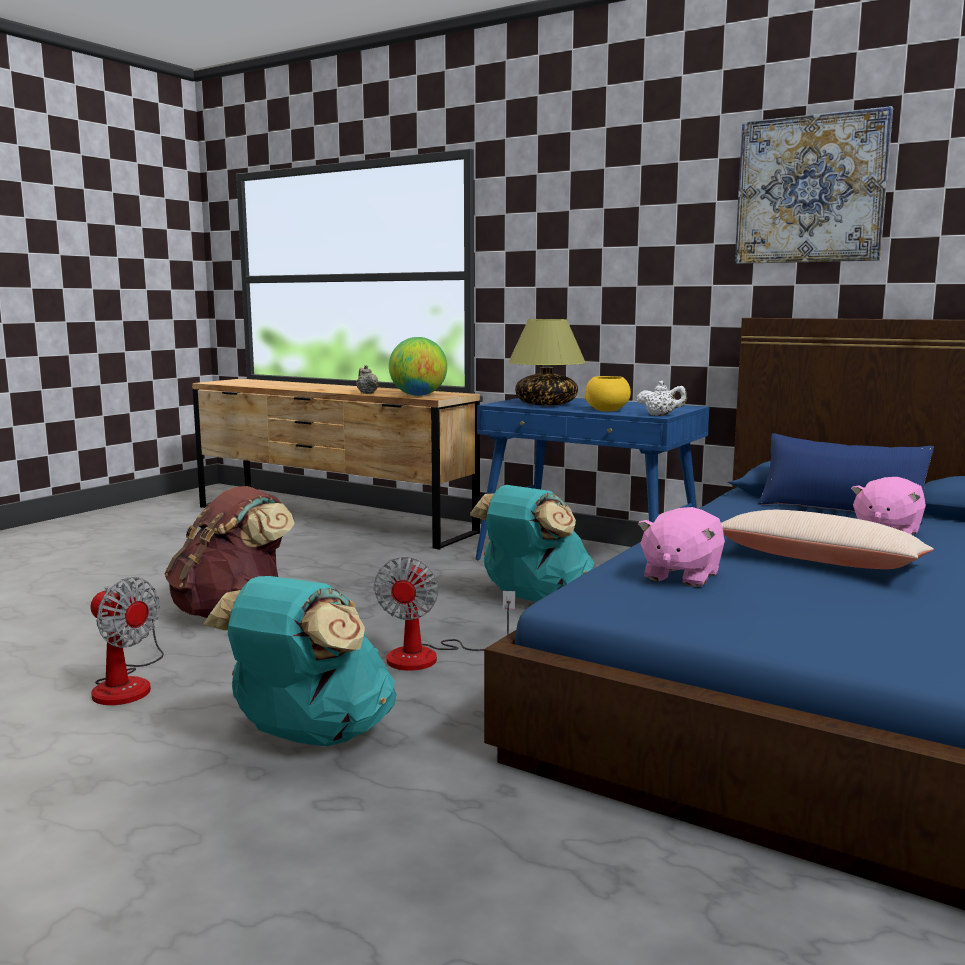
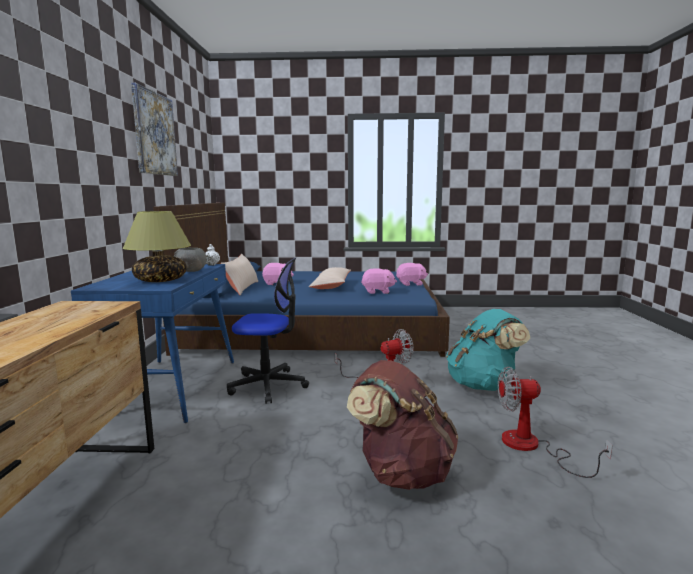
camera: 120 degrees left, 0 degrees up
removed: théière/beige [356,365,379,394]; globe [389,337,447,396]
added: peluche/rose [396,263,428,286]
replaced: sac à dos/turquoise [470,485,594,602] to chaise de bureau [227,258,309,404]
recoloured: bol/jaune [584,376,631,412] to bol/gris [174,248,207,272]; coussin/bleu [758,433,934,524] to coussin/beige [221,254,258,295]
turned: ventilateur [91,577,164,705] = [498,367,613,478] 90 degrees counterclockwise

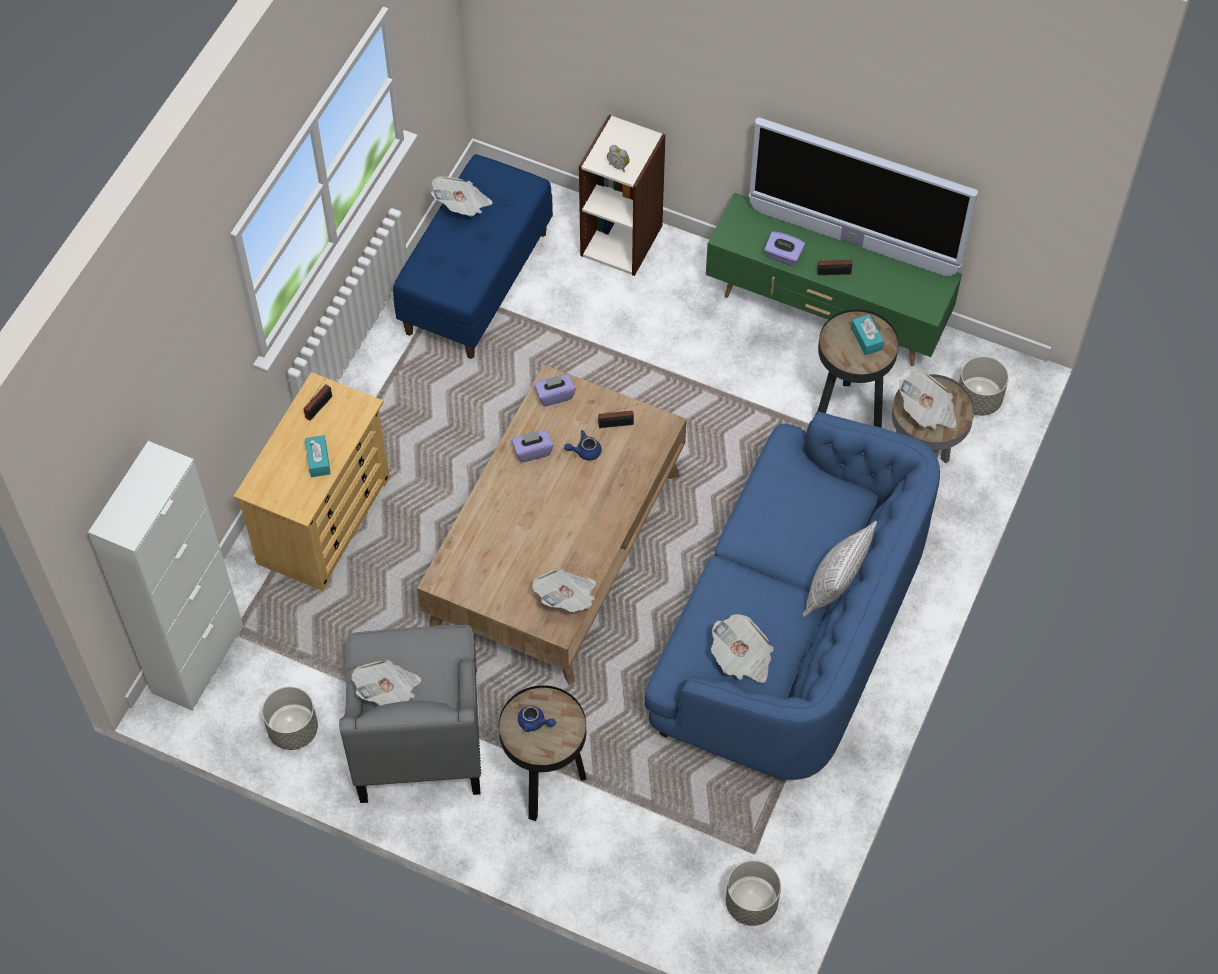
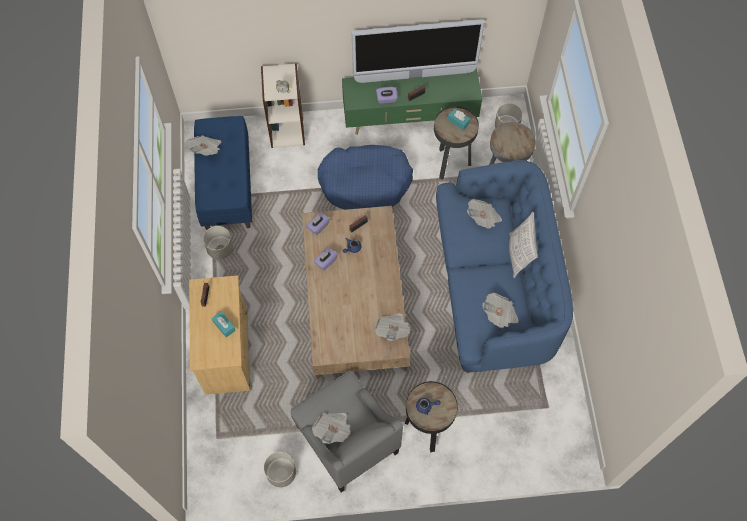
camera: 30 degrees left, 5 degrees up
removed: meuble de rangement/blanc [88,441,243,711]
added: panier pour chien/bleu [318,145,413,210]
moved: cache-pot/gris [726,860,781,926] to [203,226,233,260]; journal [899,371,957,429] to [467,199,502,229]

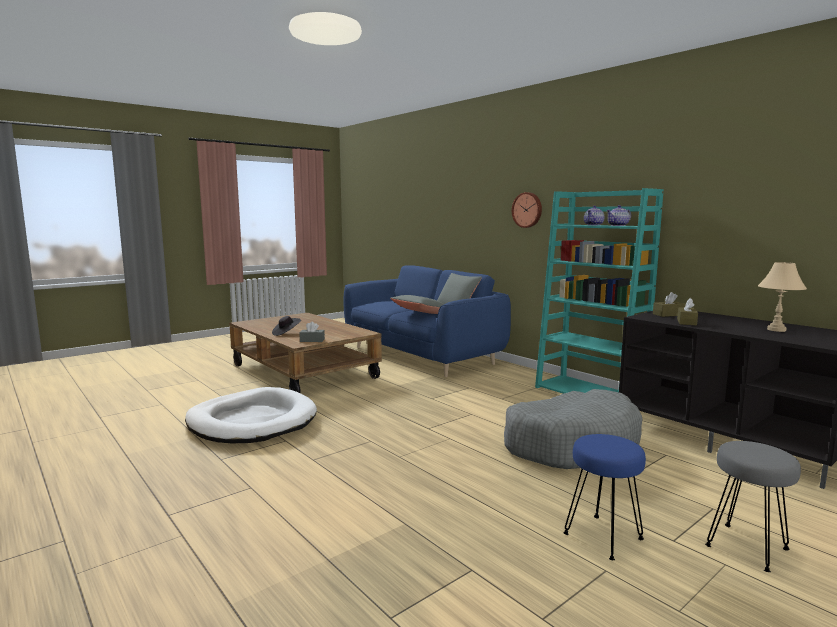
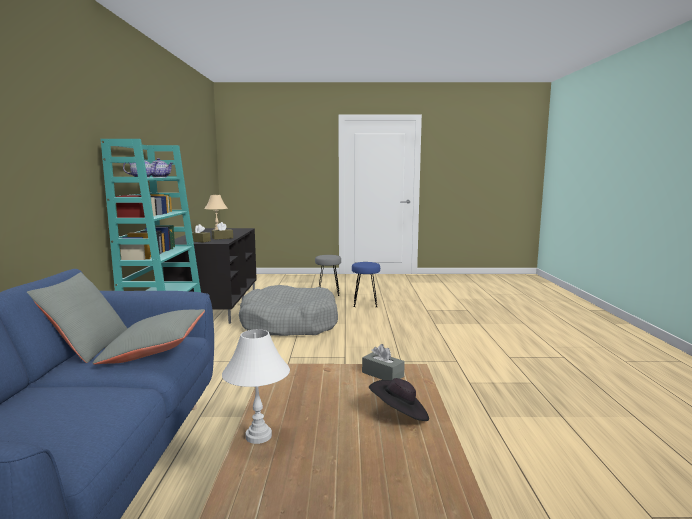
camera: 140 degrees left, 0 degrees up
removed: panier pour chien/blanc [185,387,317,443]; horloge murale [512,192,542,228]
added: lampe de table/blanc [222,329,290,444]

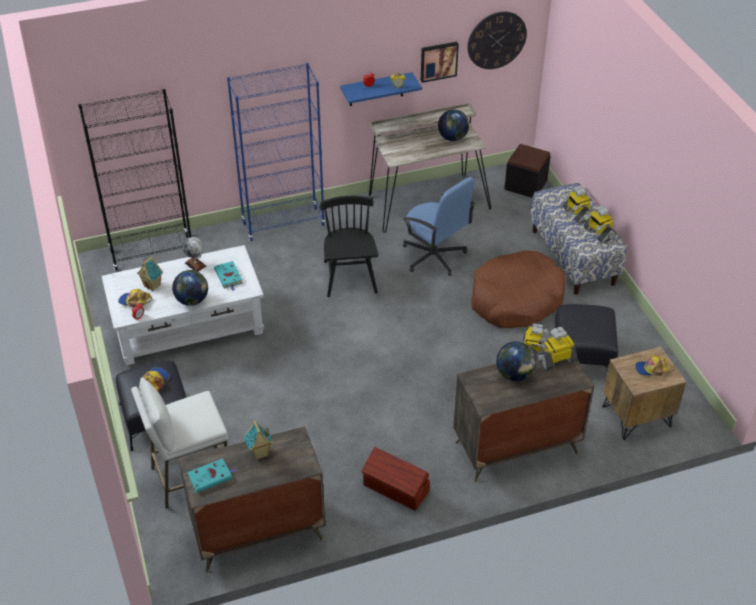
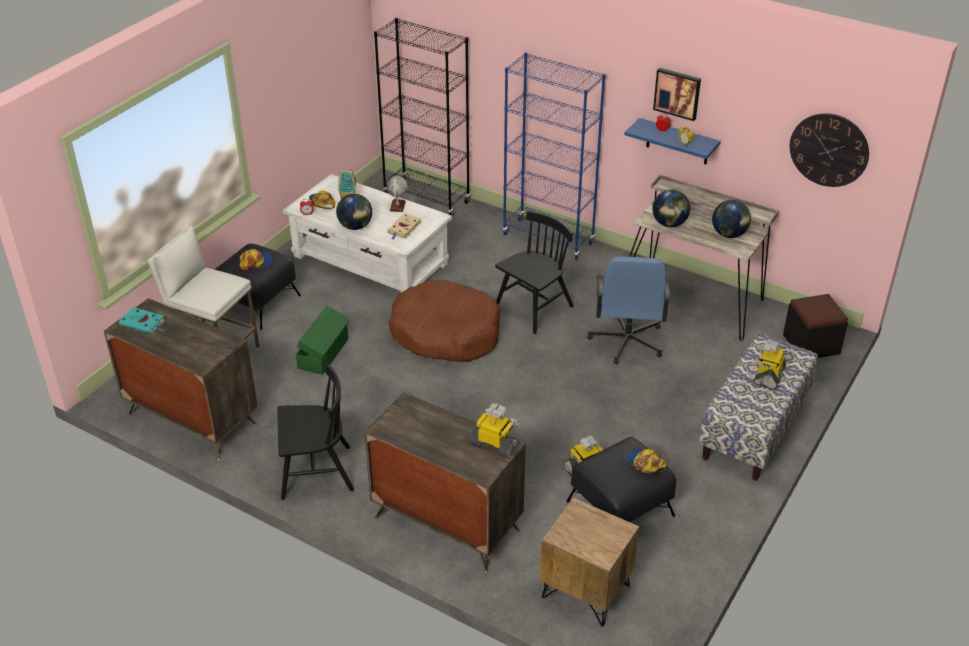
camera: 50 degrees right, 5 degrees down
removed: maison miniature [244,420,273,460]; robot jouet [583,205,616,244]
added: boîte de rangement/vert [296,306,350,375]
moved: panier pour chien/marron [471,250,566,328] to [389,280,500,362]; casquette [635,355,670,376] to [625,449,666,473]; globe [496,342,536,381] to [652,190,690,227]; tableau [421,42,459,83] to [653,68,701,121]
replaced: boîte de rangement/marron [361,447,430,511] to chaise/noir [277,364,354,500]
recoloured: livre/turquoise [214,261,243,291] to livre/beige [387,214,421,240]

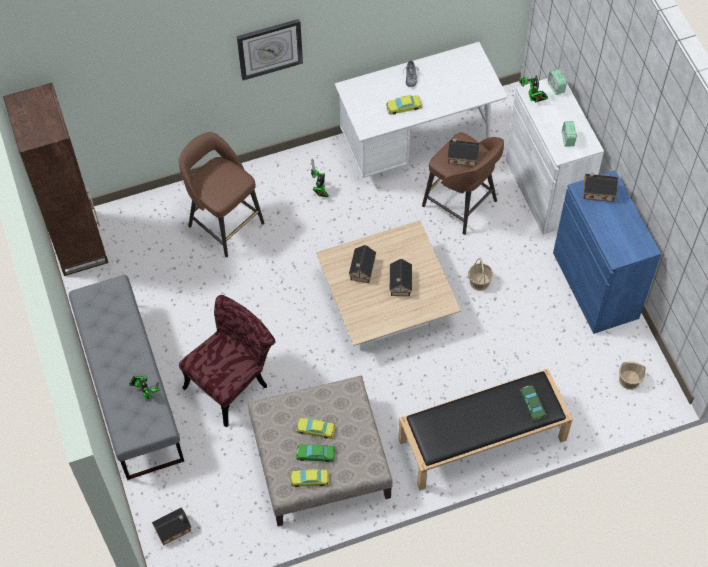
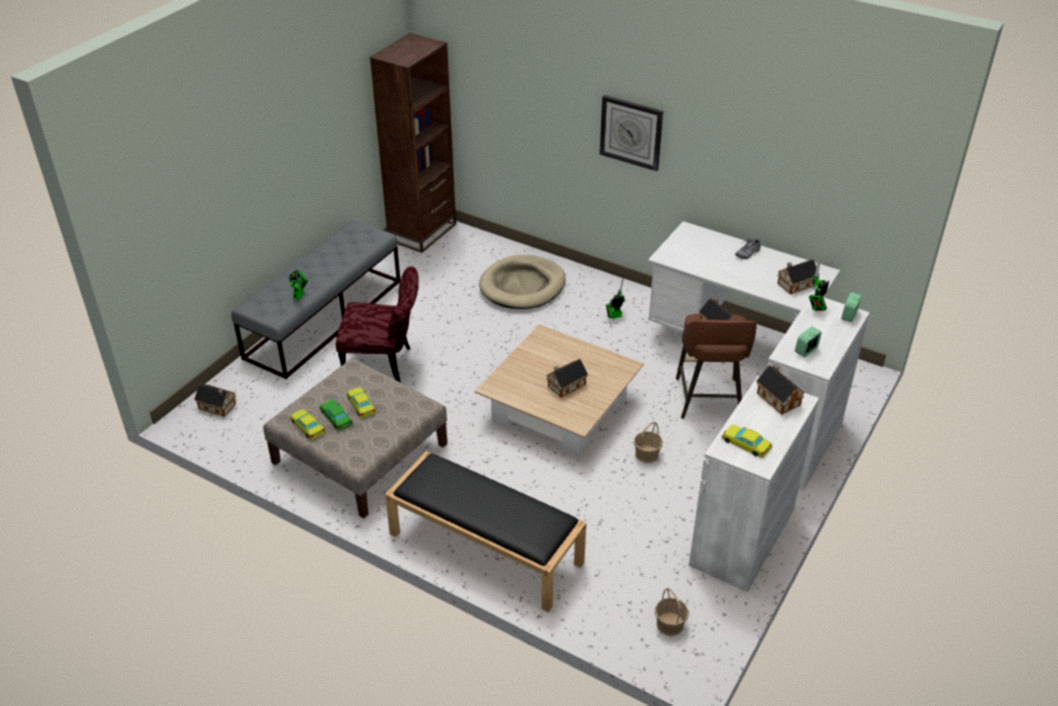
camera: 50 degrees right, 20 degrees down
removed: petite voiture/vert [519,385,547,422]
moved: petite voiture/jaune [386,95,422,115] to [722,425,772,458]; maison miniature [349,245,376,283] to [777,259,819,294]
replaced: tabouret/marron [179,132,264,257] to panier pour chien/beige [479,255,566,309]
recoloured: meuble de rangement/bleu [553,170,661,334] to meuble de rangement/blanc [689,376,819,592]

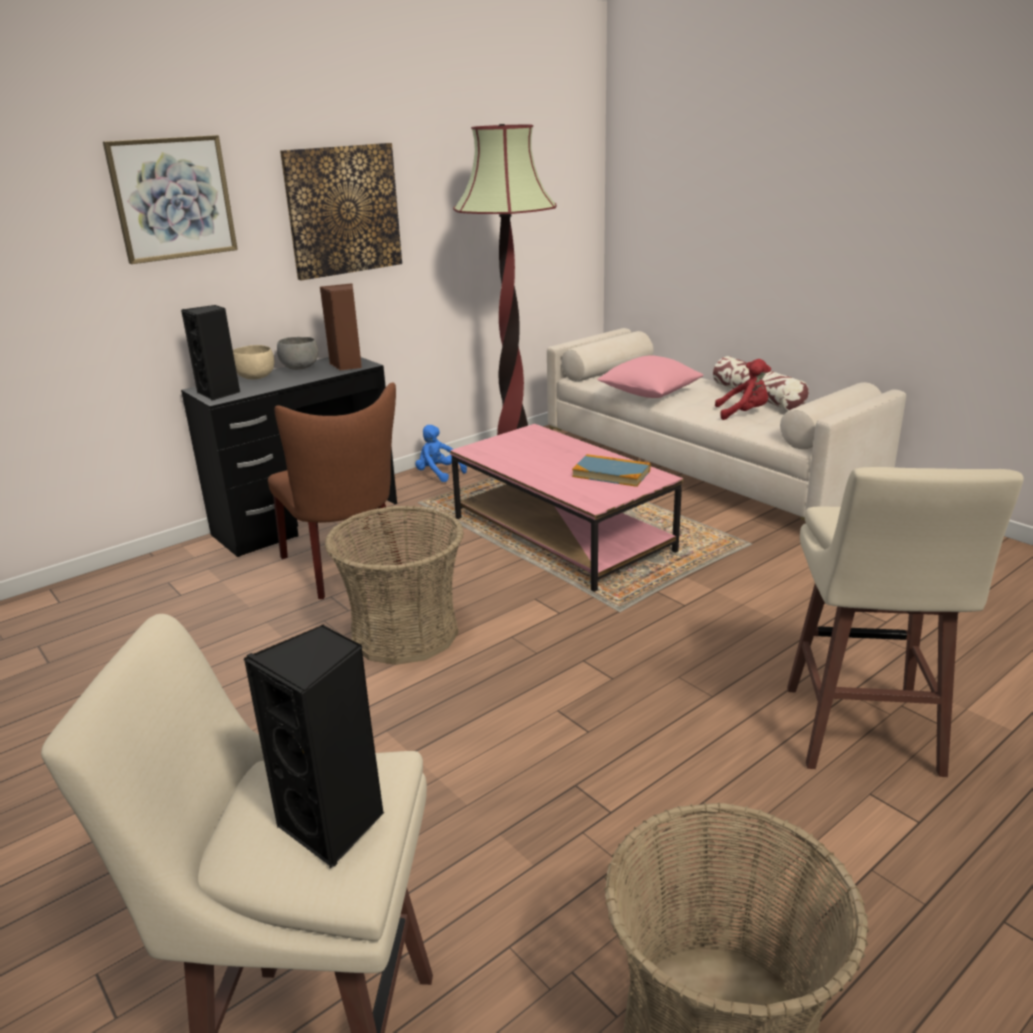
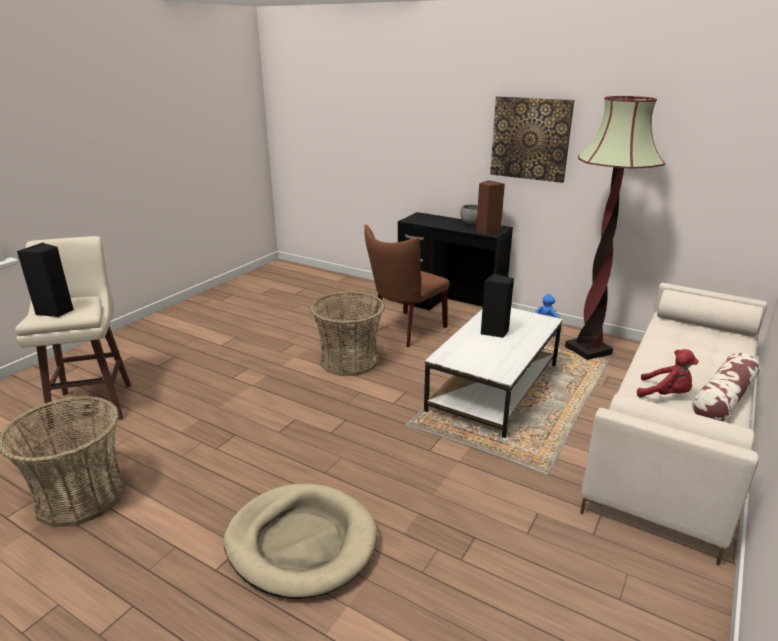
camera: 70 degrees right, 0 degrees up
removed: tableau [103,135,238,264]; bol/beige [233,345,274,379]; livre [572,454,651,487]; coussin/rose [597,355,703,398]
moved: enceinte/noir [181,305,240,401] to [481,273,514,338]
replaced: tabouret/beige [787,467,1024,777] to panier pour chien/beige [224,484,377,599]
recoloured: table basse/rose [450,424,683,592] to table basse/blanc [424,308,563,438]
turned: peluche/rouge [715,359,771,420] = [637,349,699,397] 45 degrees counterclockwise

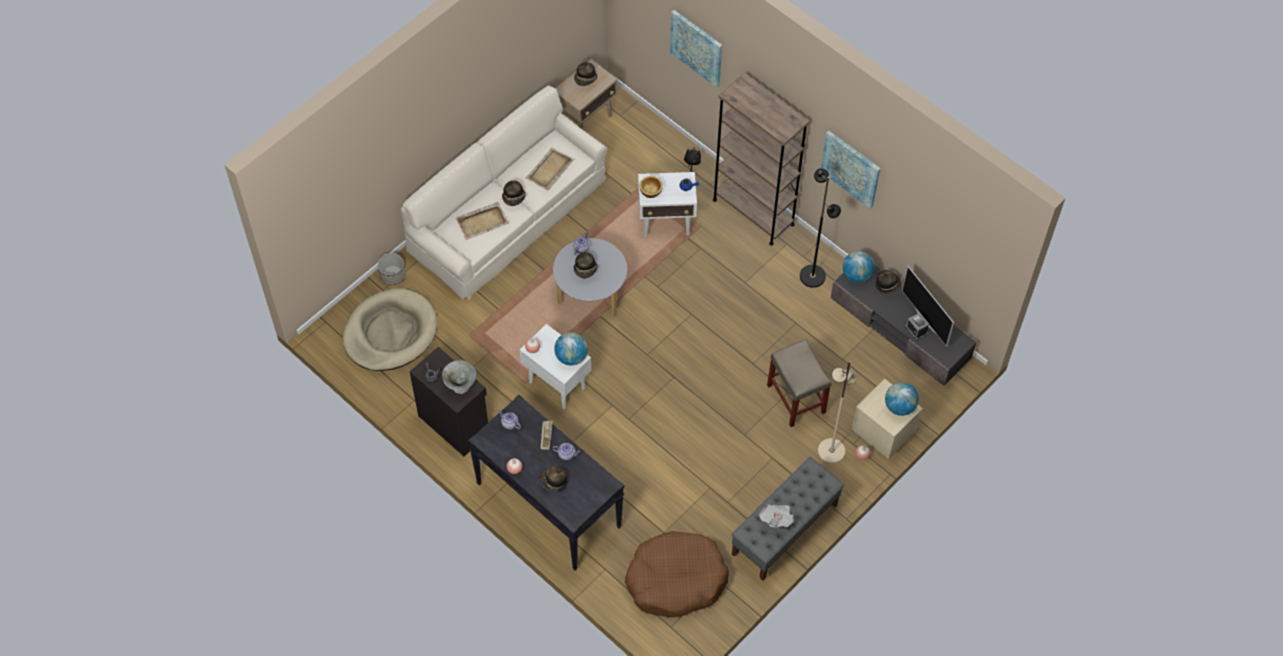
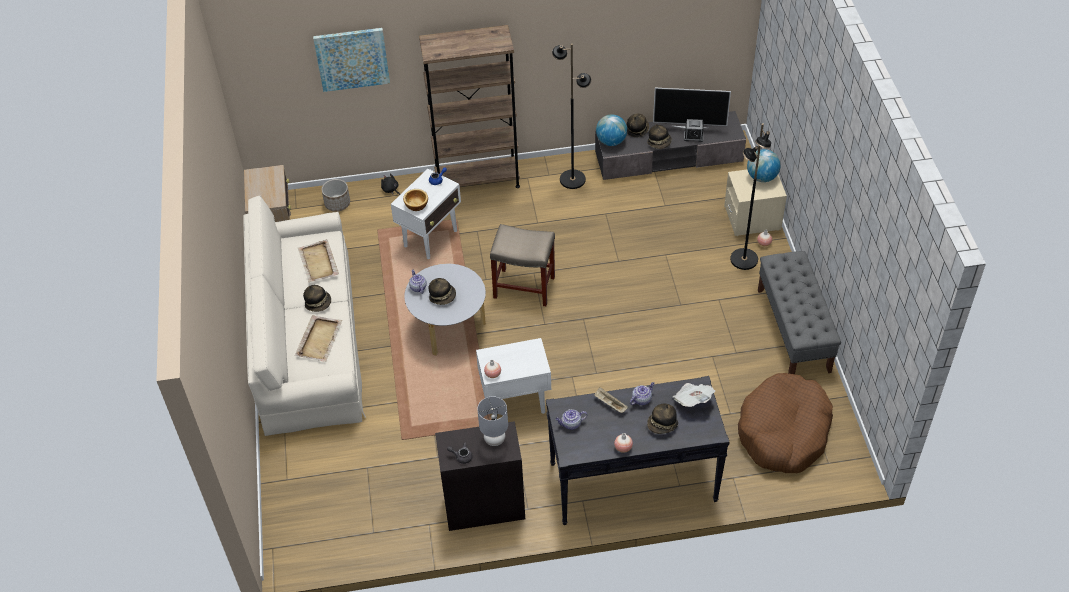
camera: 50 degrees left, 10 degrees down
removed: panier pour chien/beige [342,288,437,371]; globe [554,332,588,365]; tableau [821,131,880,209]
moved: cache-pot [378,253,406,285] to [321,179,350,212]; tabouret/beige [767,340,832,427] to [490,224,555,306]; chapeau [574,62,597,86] to [647,124,672,149]; journal [759,504,794,527] to [673,383,715,407]
replaced: bol/gris [442,360,476,394] to lampe de table/gris [477,396,508,446]
recoloured: lampadaire/beige [818,361,856,464] to lampadaire/noir [730,123,771,270]

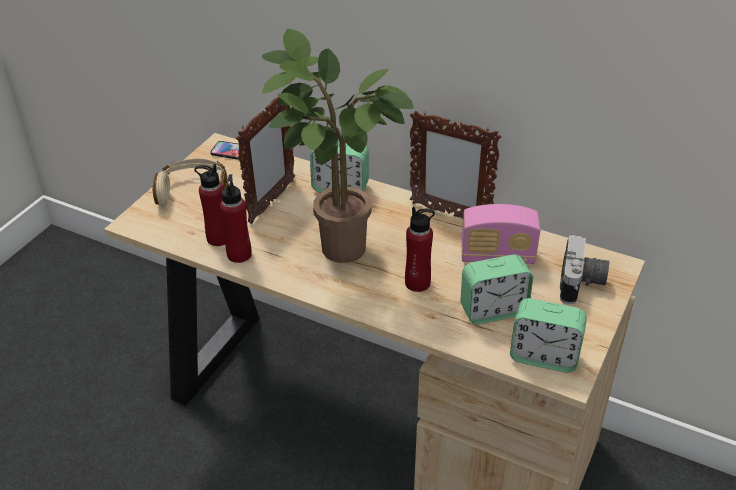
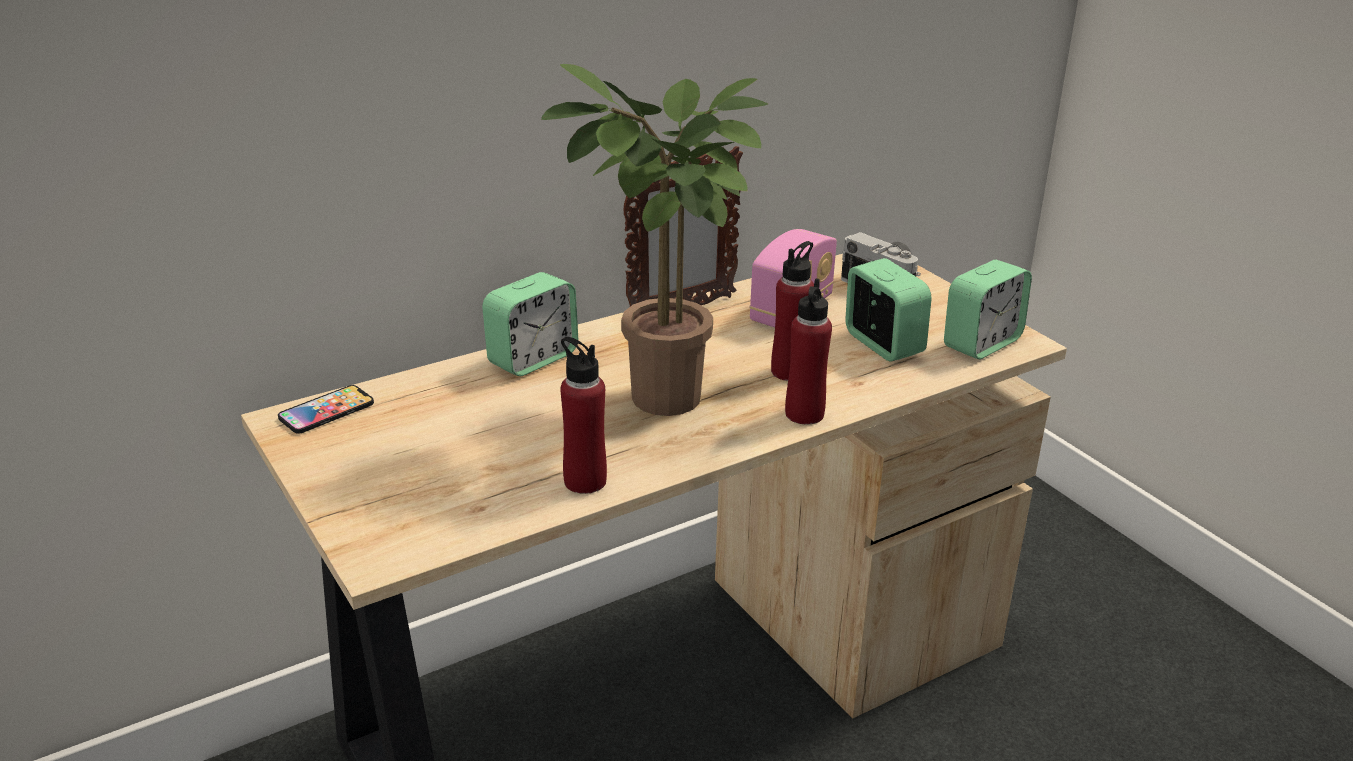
camera: 60 degrees left, 10 degrees down
removed: casque audio/beige [152,159,229,207]; cadre photo [236,92,295,224]
moved: bouteille/rouge [194,164,225,246] to [785,279,832,424]
turned: réveil [460,255,533,324] = [845,258,932,362] 45 degrees counterclockwise

